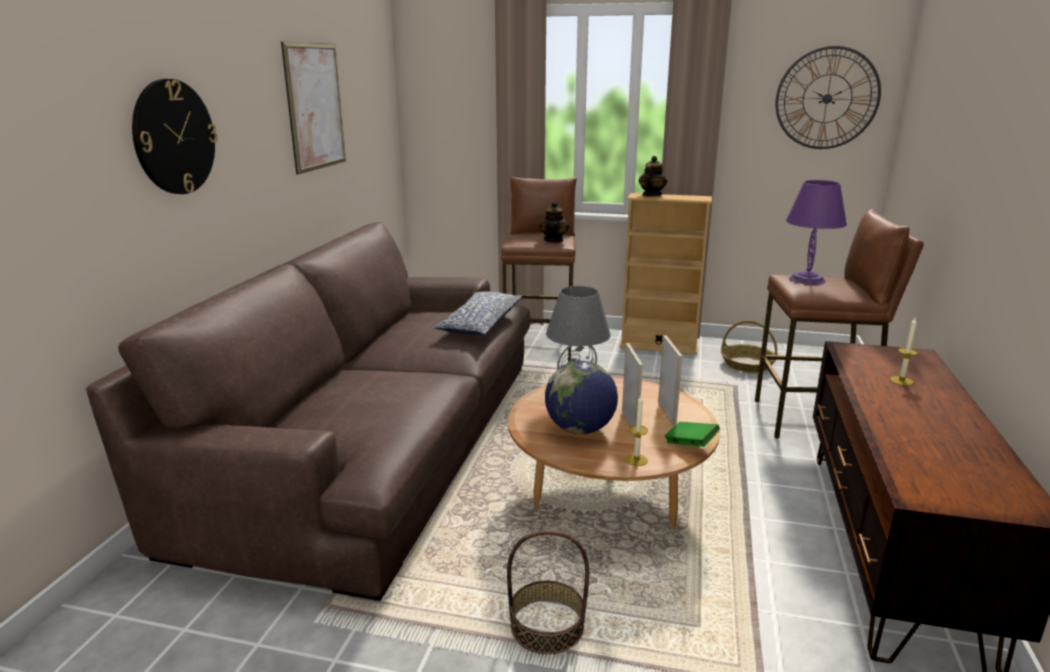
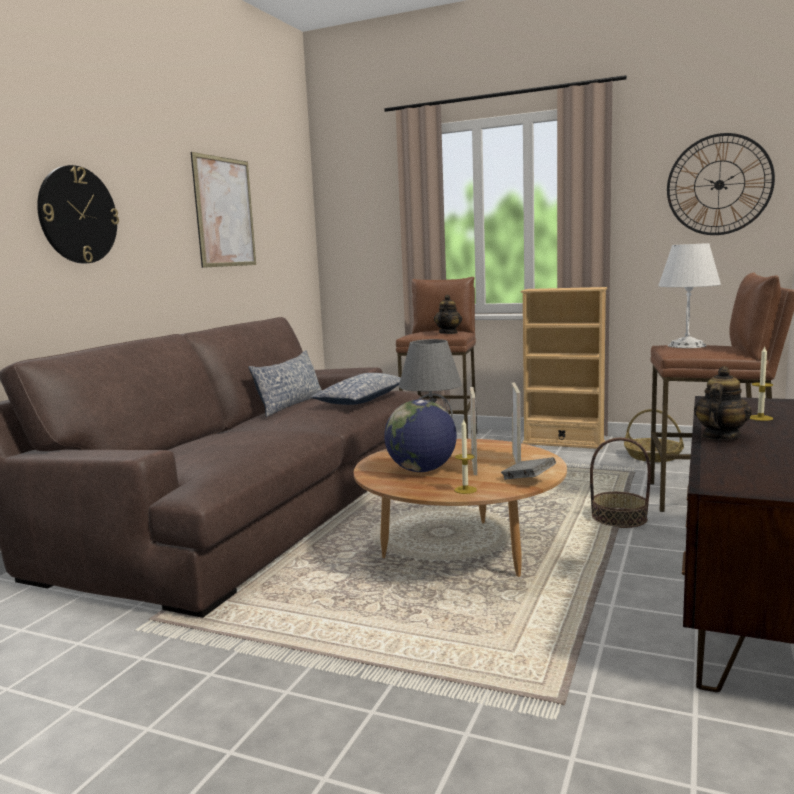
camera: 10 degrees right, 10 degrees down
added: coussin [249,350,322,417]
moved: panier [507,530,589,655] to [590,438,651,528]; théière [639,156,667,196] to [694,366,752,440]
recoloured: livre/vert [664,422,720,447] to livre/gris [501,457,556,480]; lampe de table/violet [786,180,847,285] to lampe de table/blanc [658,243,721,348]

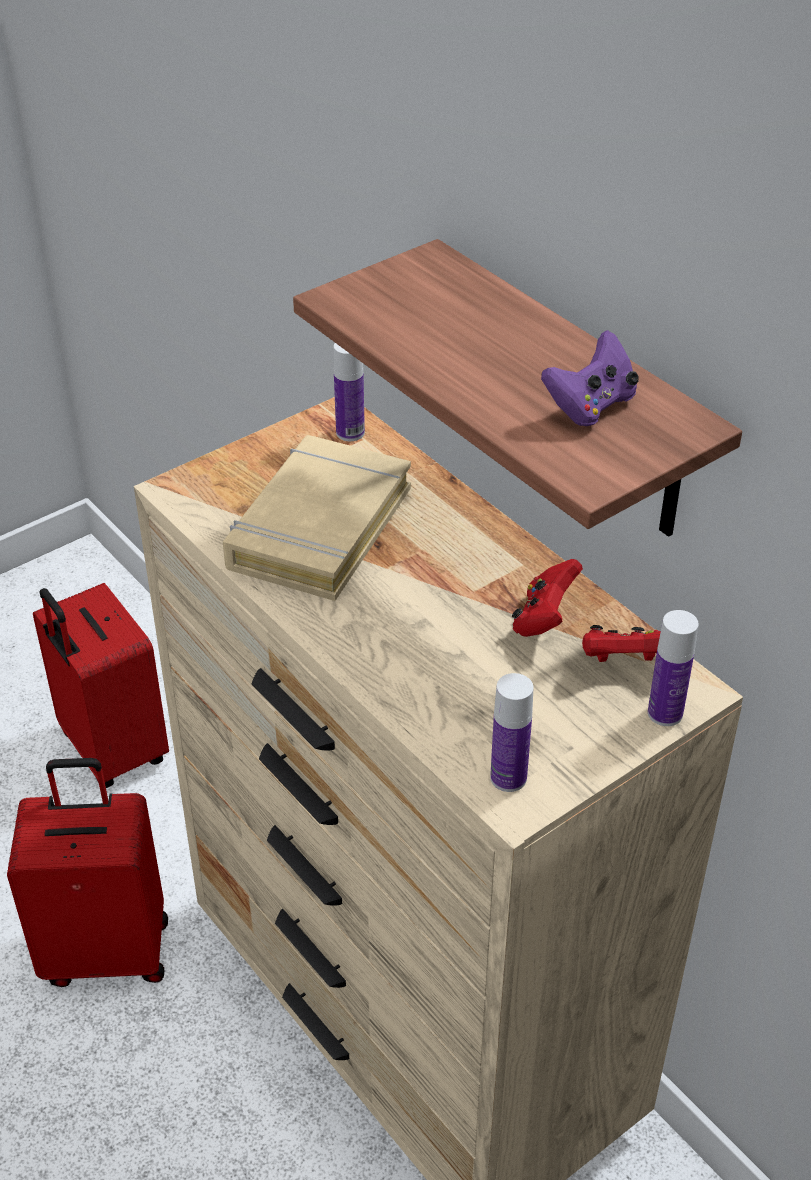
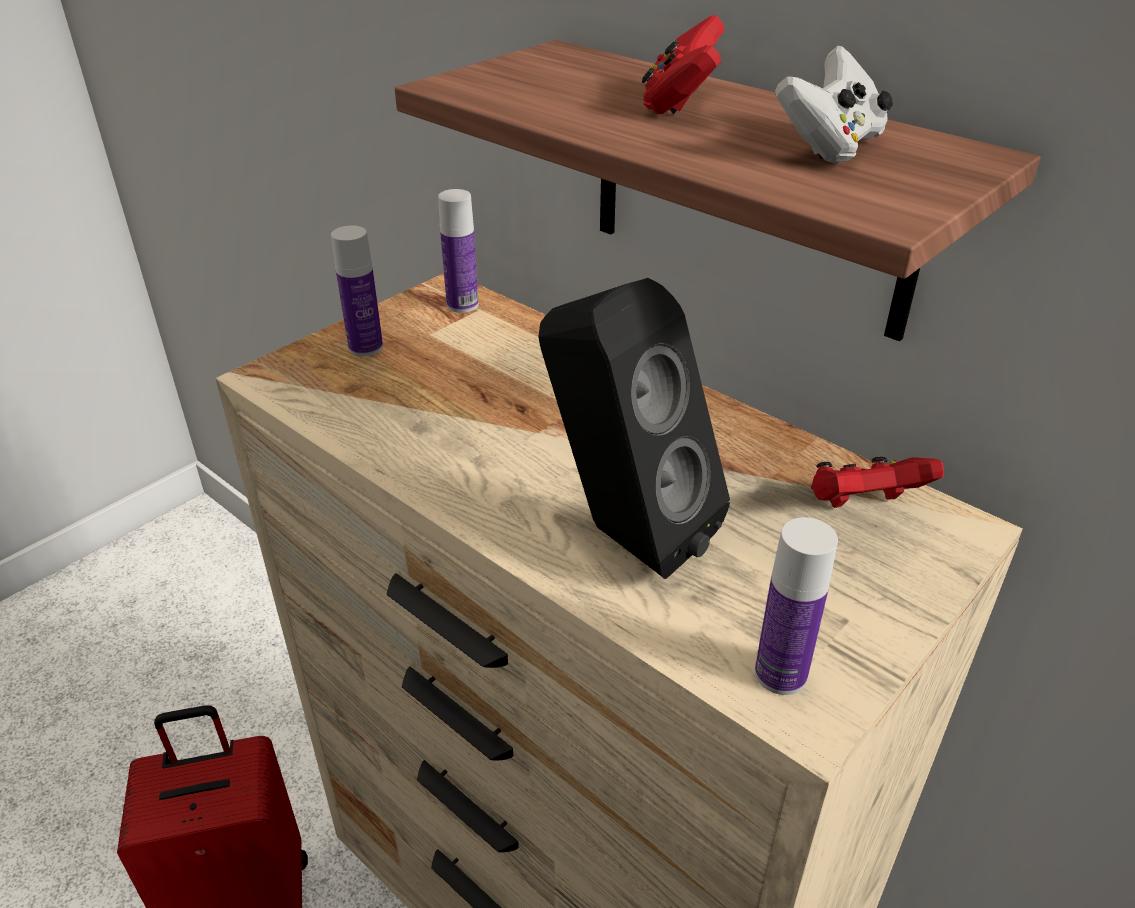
camera: 10 degrees left, 5 degrees down
removed: valise/rouge [33,583,169,788]; livre/beige [223,435,411,601]
added: enceinte/noir [538,278,730,579]
moved: bouteille [648,610,699,726] to [331,225,383,357]; manette/rouge [512,559,583,637] to [642,15,724,115]
recoloured: manette/violet [541,330,639,426] to manette/blanc [775,46,893,163]

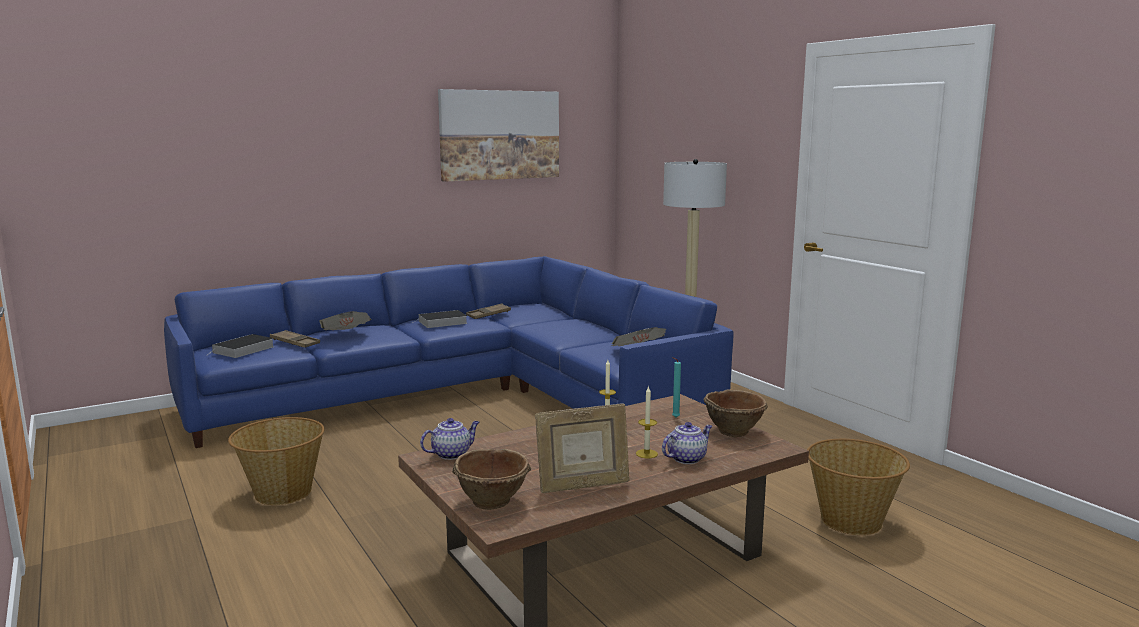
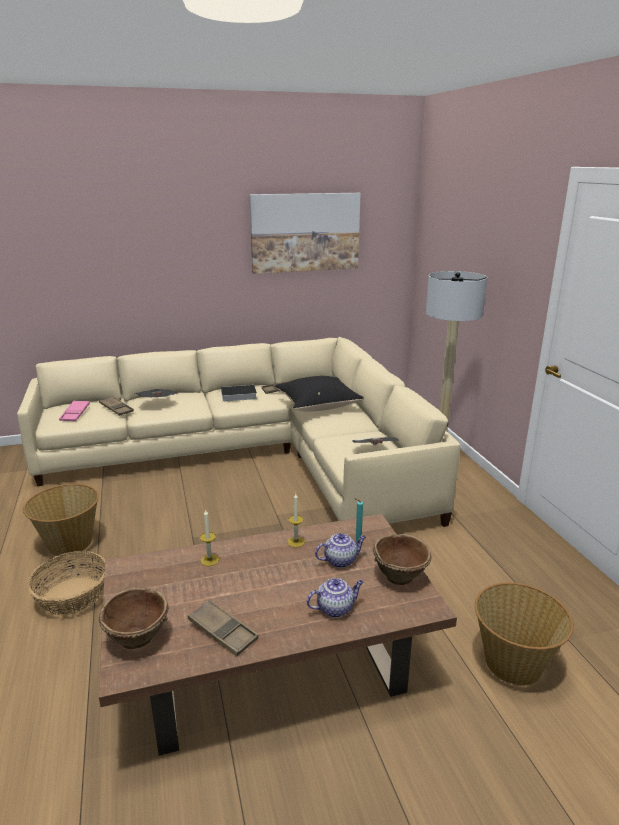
camera: 15 degrees right, 10 degrees up
added: panier [27,551,105,615]; coussin/noir [275,376,364,411]
moved: bougie [636,386,658,458] to [200,510,219,566]; théière [420,418,479,460] to [315,533,366,568]
replaced: livre [207,334,274,358] to plateau/rose [59,400,90,421]; cadre photo [535,403,630,493] to plateau/marron [188,600,259,656]
recoloured: canapé/bleu [164,256,734,448] to canapé/beige [17,337,461,527]

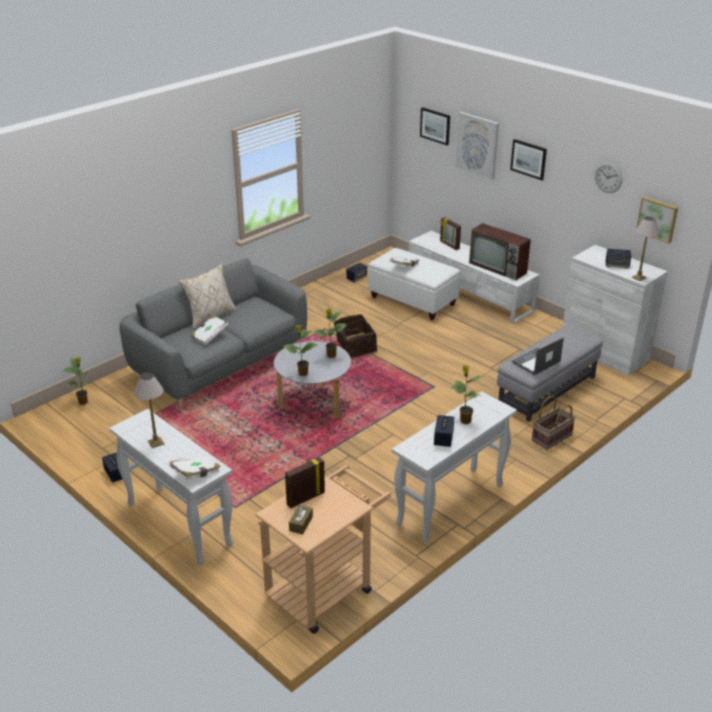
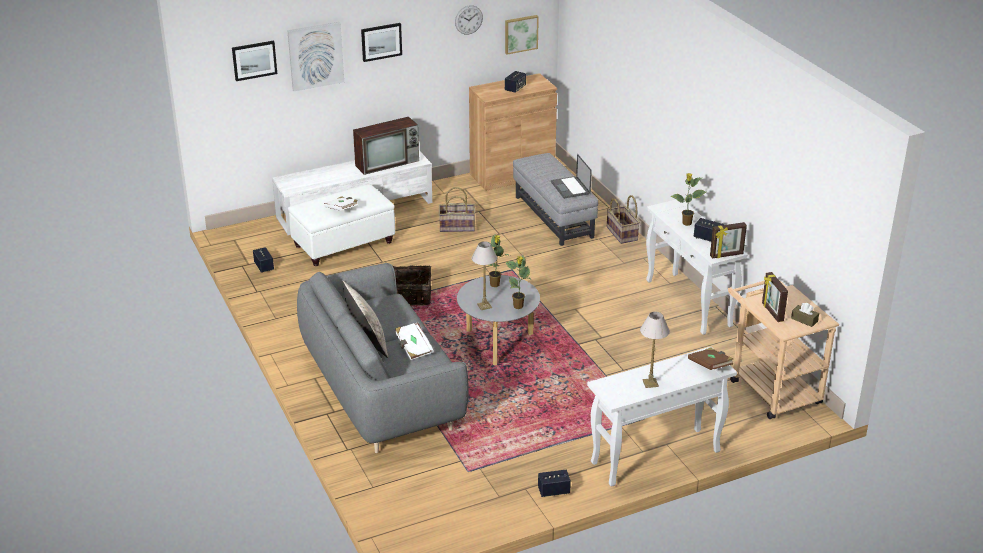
camera: 70 degrees left, 0 degrees up
removed: plante en pot [62,357,91,405]
added: panier [439,187,475,232]
moved: lampe de table [631,216,659,281] to [472,241,497,310]; cadre photo [440,217,461,250] to [710,222,747,259]
recoloured: meuble de rangement/blanc [563,245,668,376] to meuble de rangement/marron [469,73,557,191]; livre/blanc [169,454,220,480] to livre/marron [688,347,733,370]

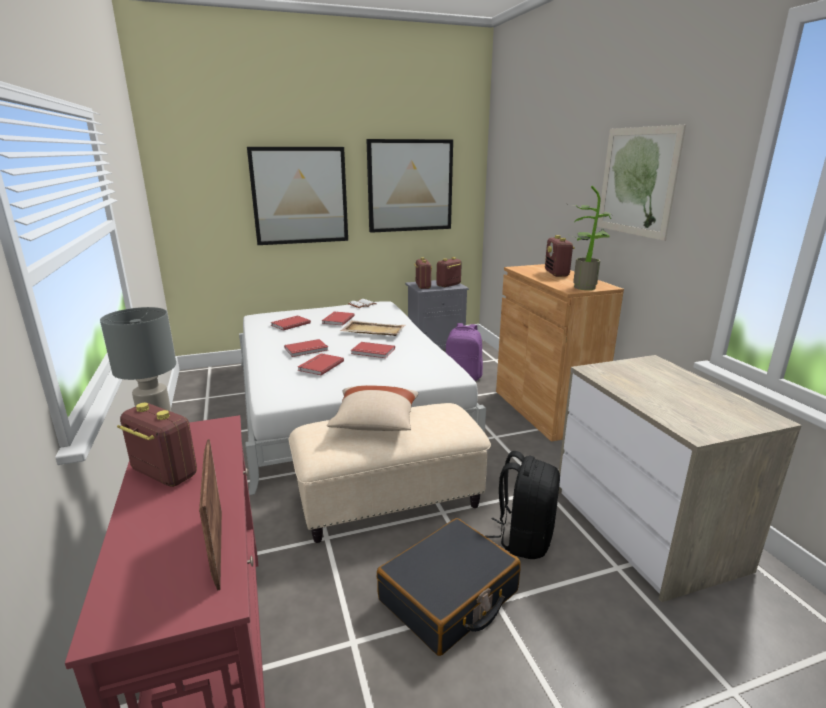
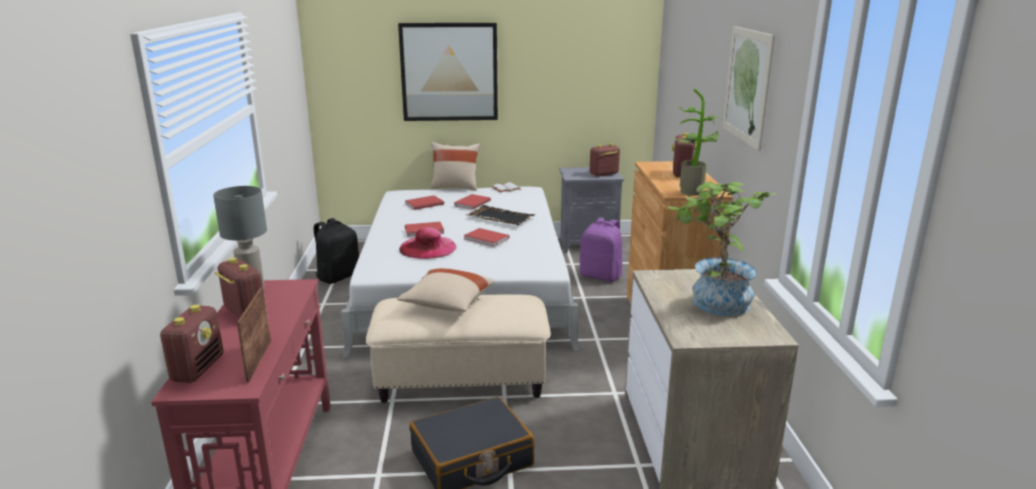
camera: 15 degrees right, 0 degrees up
removed: tableau [366,139,453,233]
added: coussin/beige [430,142,480,191]; plante en pot [668,181,777,316]
moved: radio [414,258,432,289] to [160,305,223,383]; sac à dos/noir [485,451,560,559] to [314,218,359,284]
replaced: livre/rouge [298,353,344,375] to chapeau/rose [400,227,456,259]
recoloured: plateau/beige [340,320,405,336] to plateau/noir [466,205,536,225]

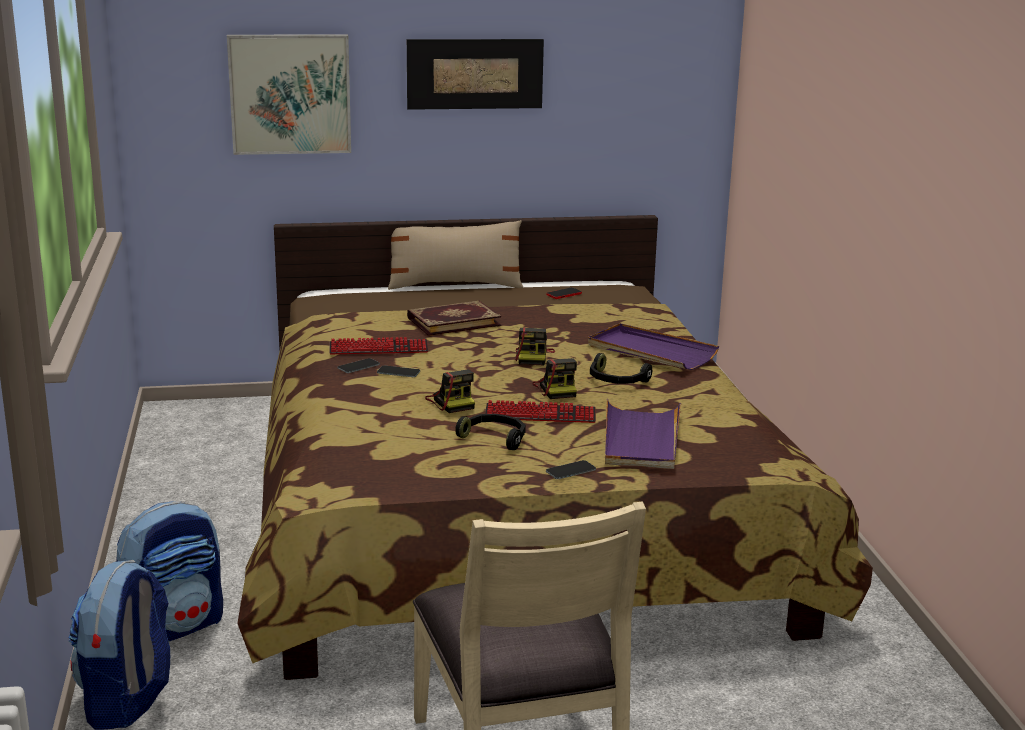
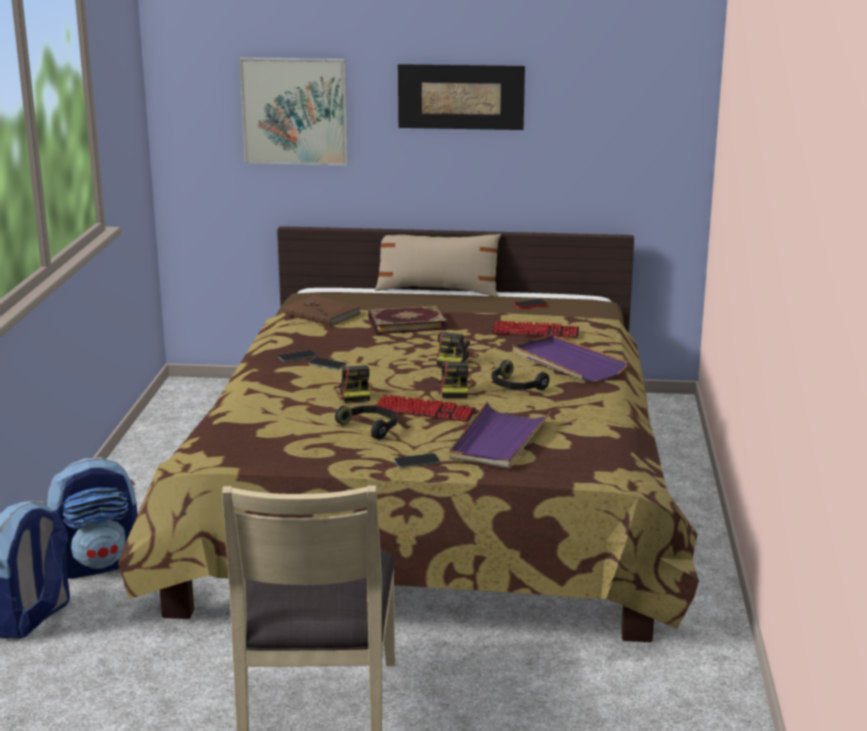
camera: 15 degrees right, 0 degrees up
added: livre/marron [284,295,361,326]
moved: clavier [329,337,428,354] to [492,320,579,338]

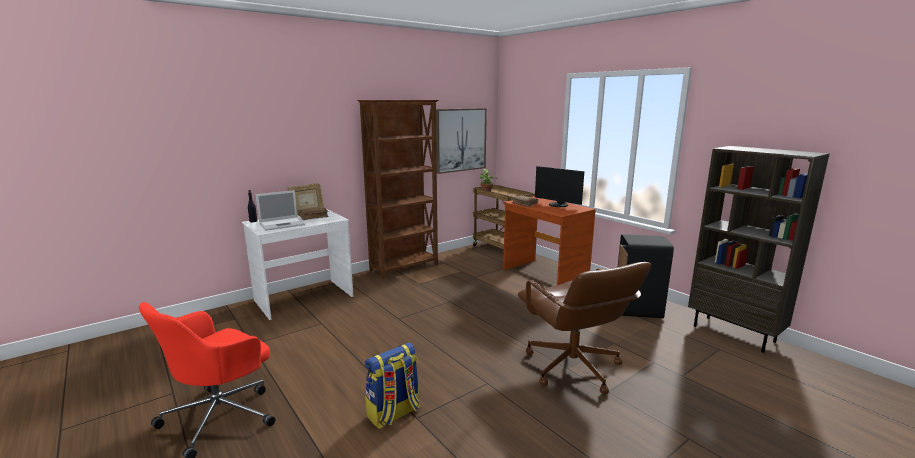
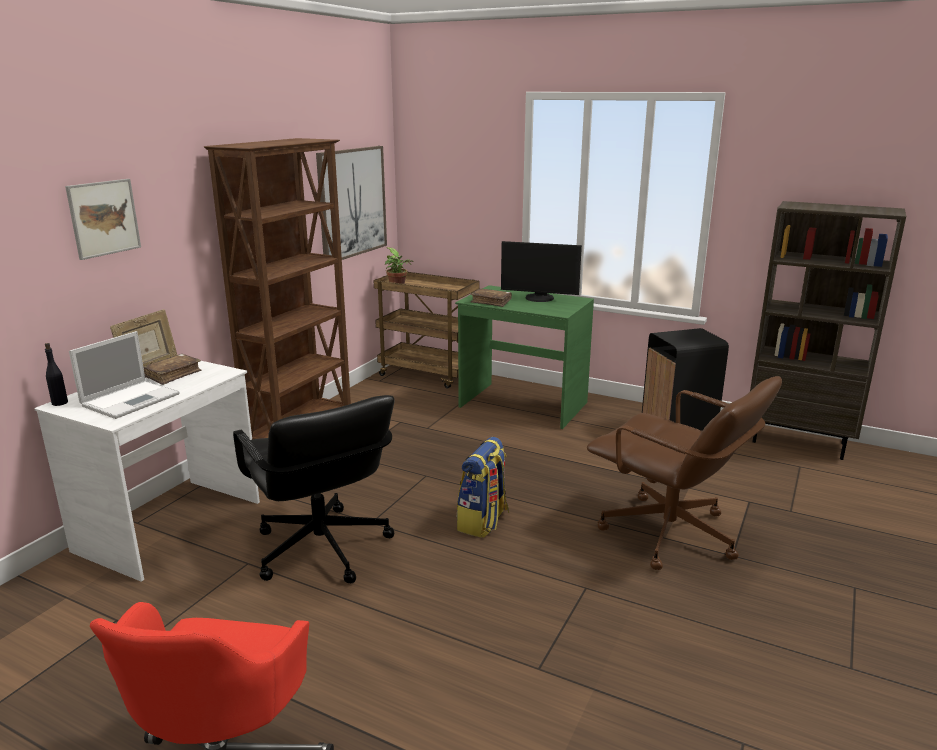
camera: 25 degrees left, 5 degrees up
added: tableau [65,179,141,260]; chaise de bureau/noir [233,395,395,583]
moved: sac à dos [365,342,420,429] to [457,437,509,538]
recoloured: bureau/marron [503,196,595,285] to bureau/vert [455,285,594,429]

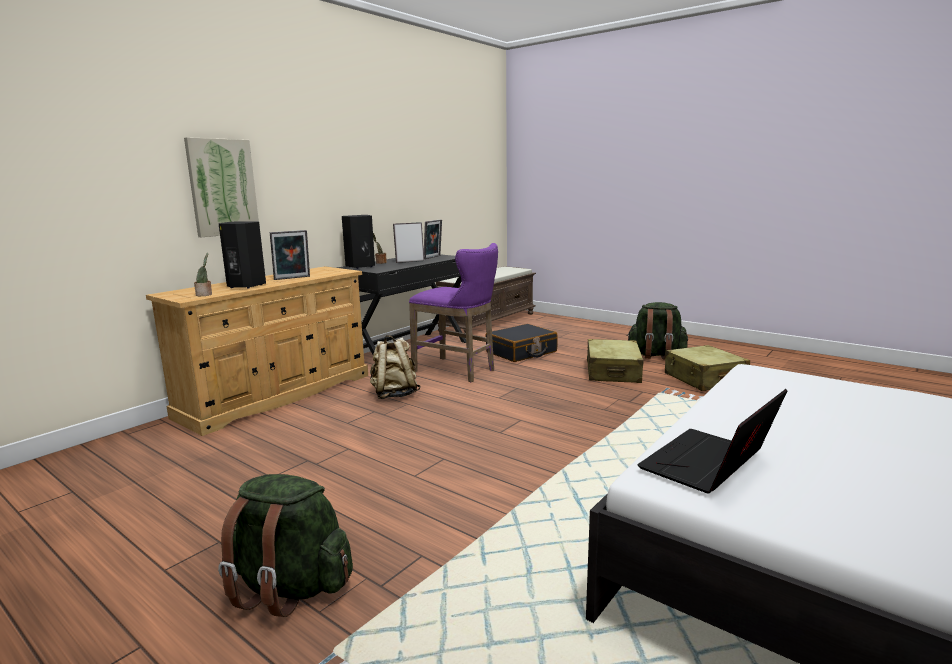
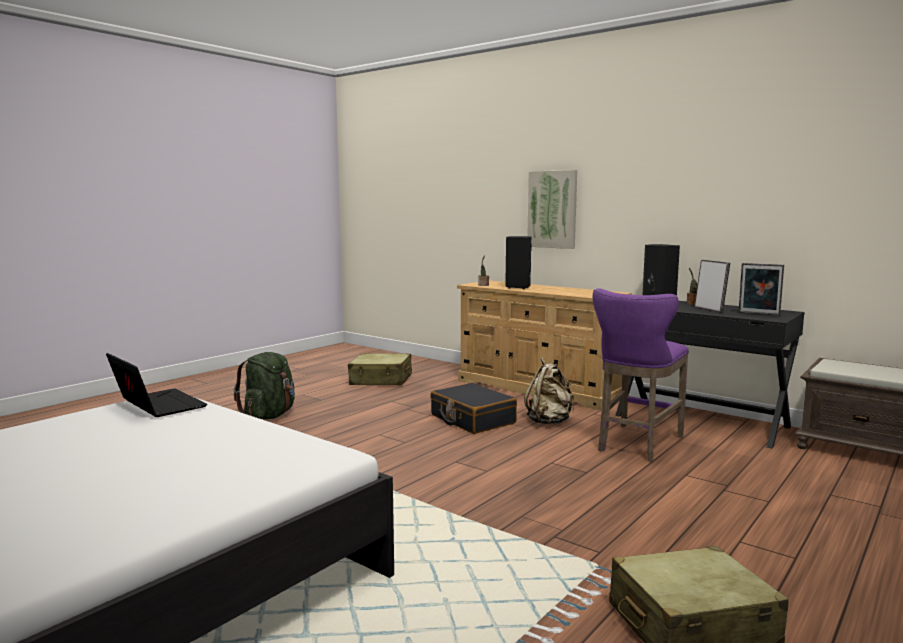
camera: 90 degrees right, 5 degrees down
removed: cadre photo [270,230,310,280]; sac à dos/vert [627,302,688,359]
moved: valise/beige [587,339,644,383] to [348,353,412,386]; valise/noir [486,324,558,362] to [430,383,517,434]

